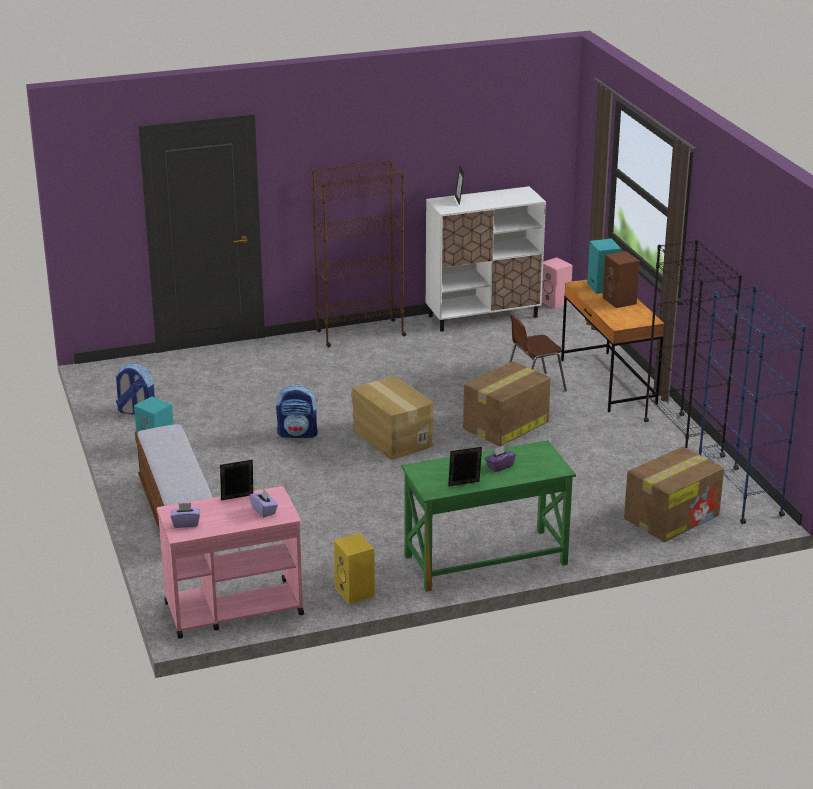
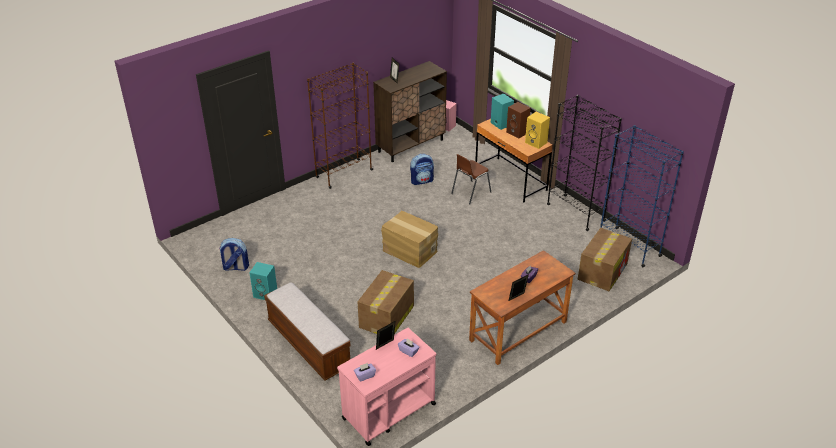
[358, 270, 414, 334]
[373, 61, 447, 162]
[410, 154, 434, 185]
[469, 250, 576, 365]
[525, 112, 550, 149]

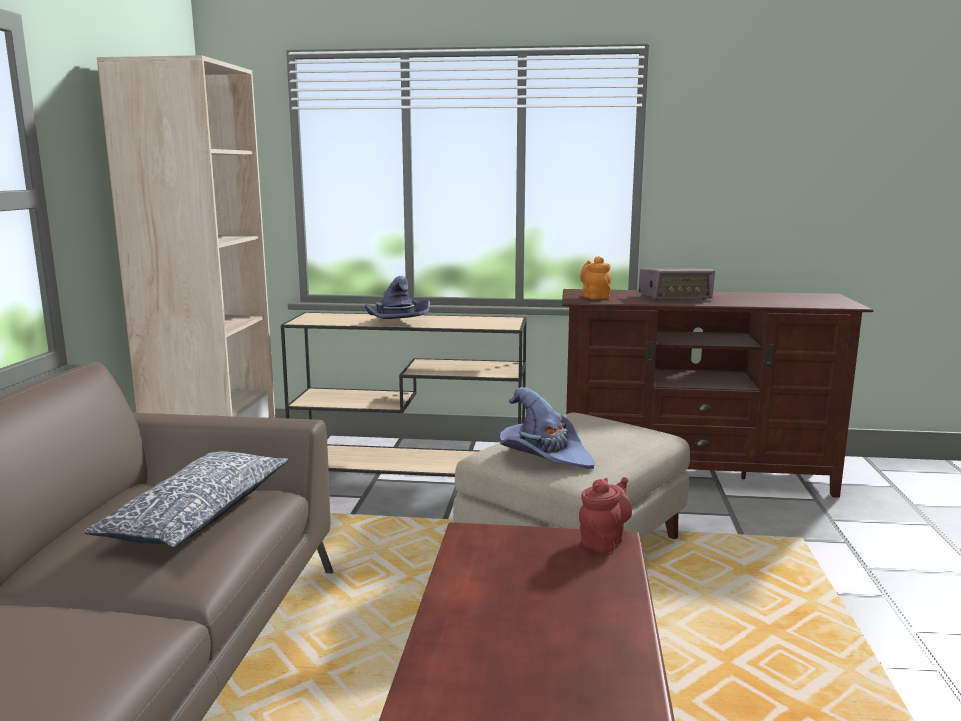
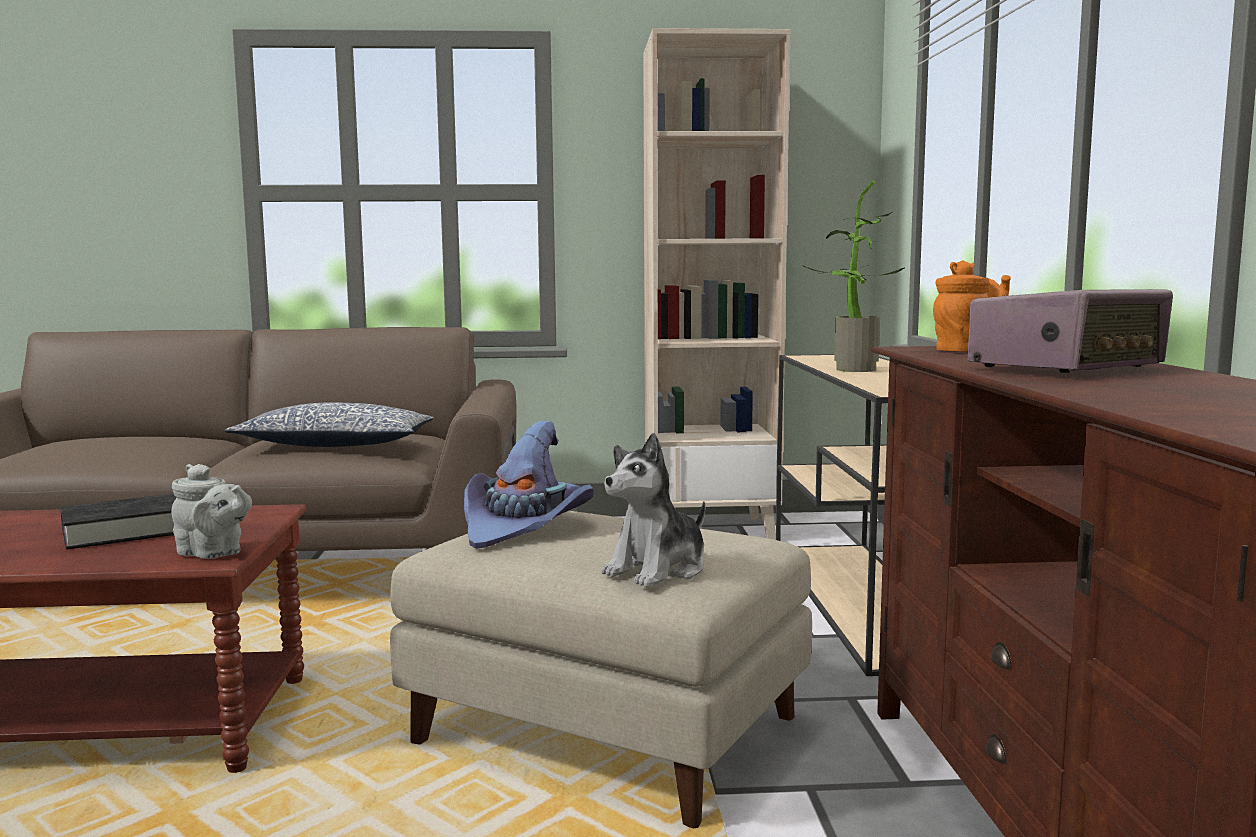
[60, 494, 176, 550]
[171, 464, 252, 559]
[601, 433, 705, 587]
[804, 180, 905, 372]
[967, 289, 1173, 373]

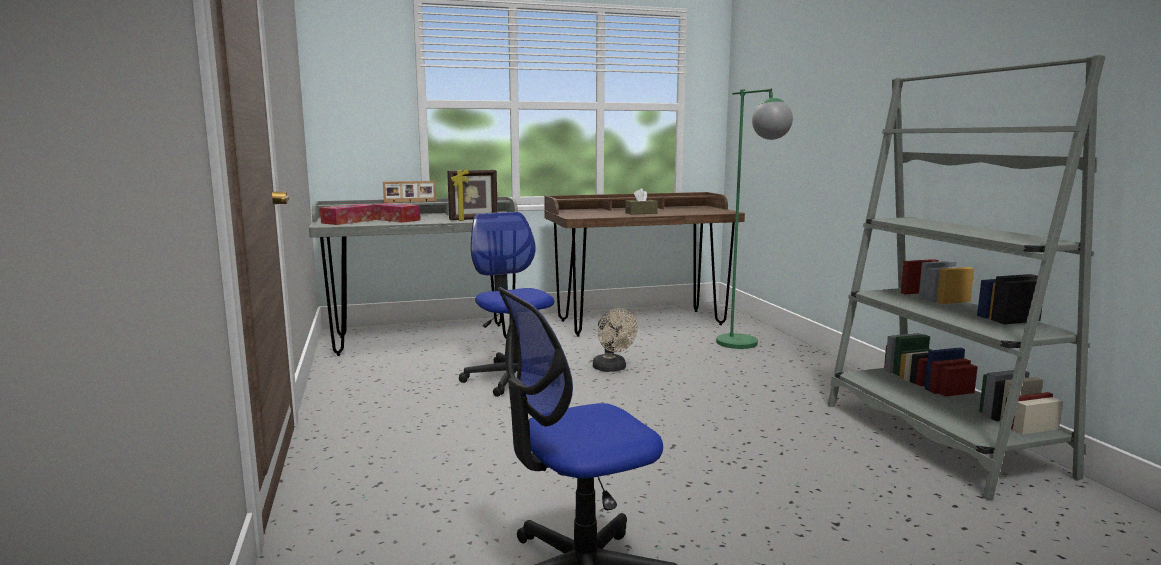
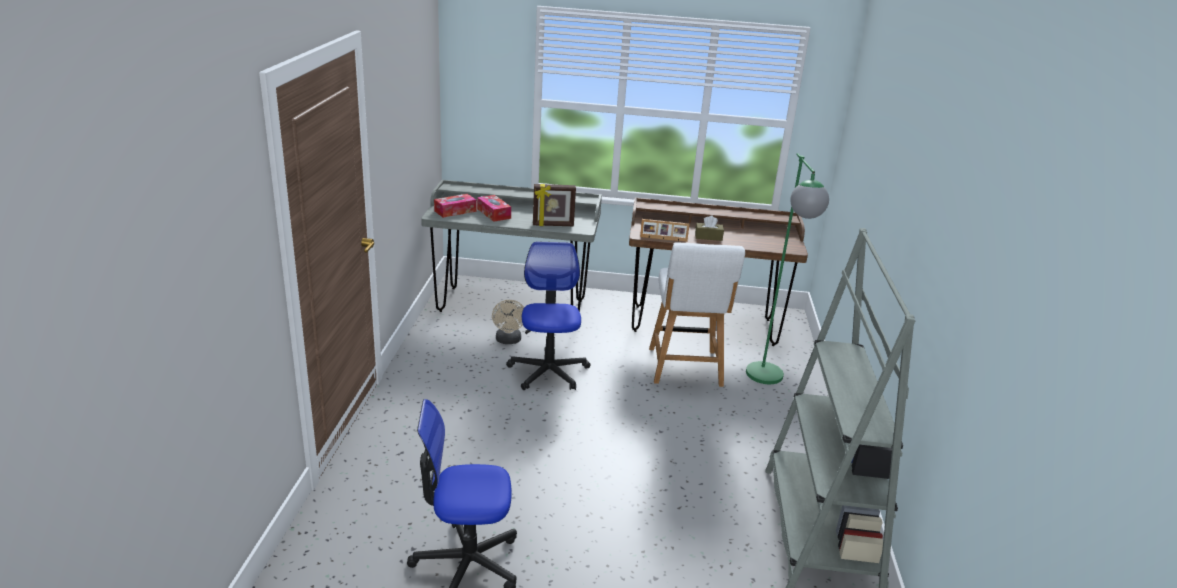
[492, 300, 524, 344]
[640, 219, 689, 242]
[649, 242, 745, 387]

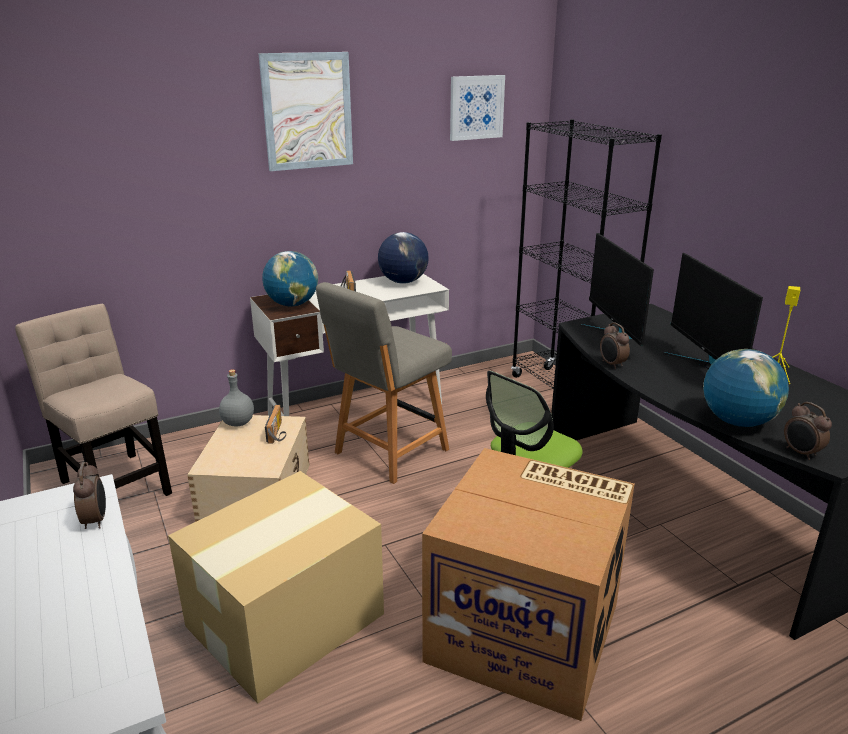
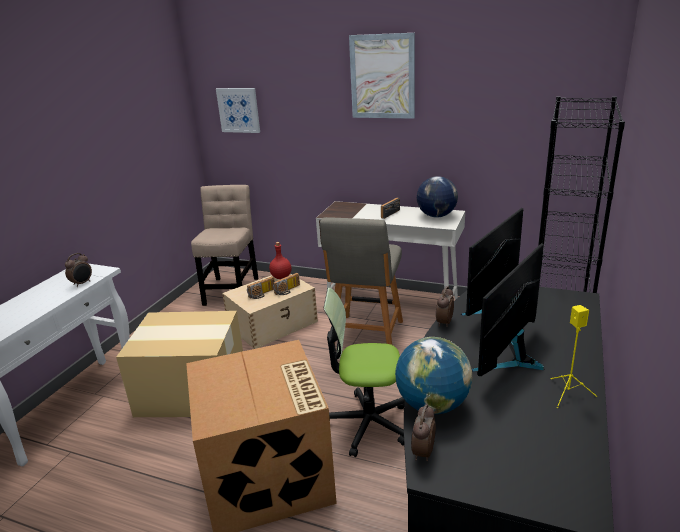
[216, 88, 260, 133]
[247, 277, 275, 299]
[269, 242, 291, 279]
[320, 217, 403, 345]
[262, 251, 318, 306] (first image)

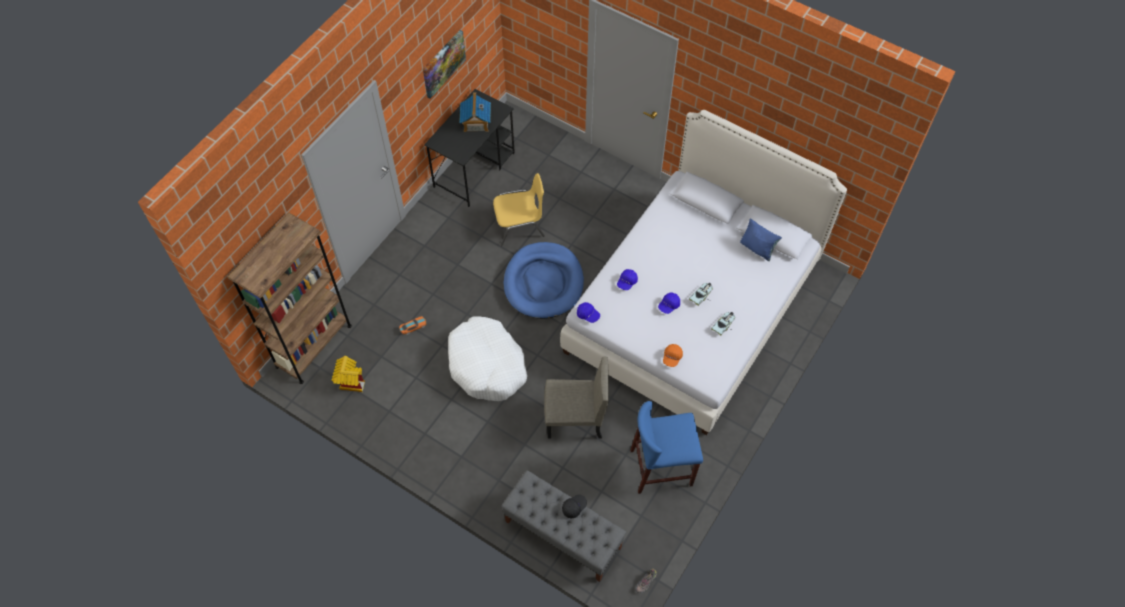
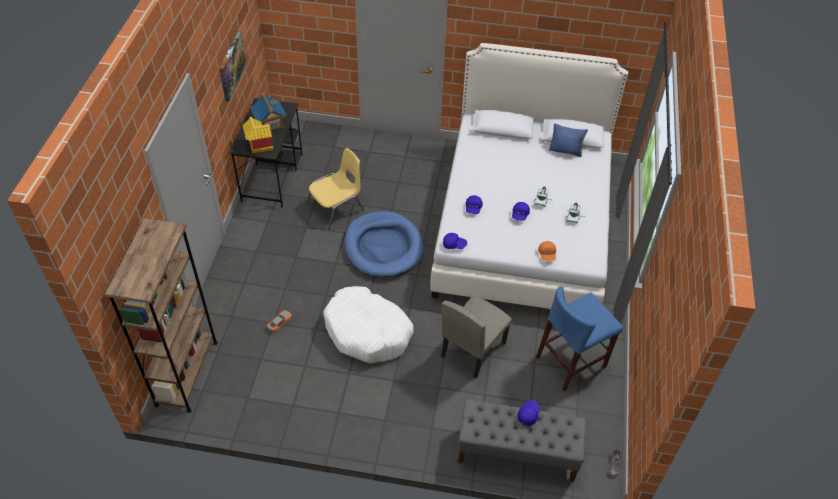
[242, 117, 274, 154]
[441, 296, 512, 379]
[517, 400, 540, 426]

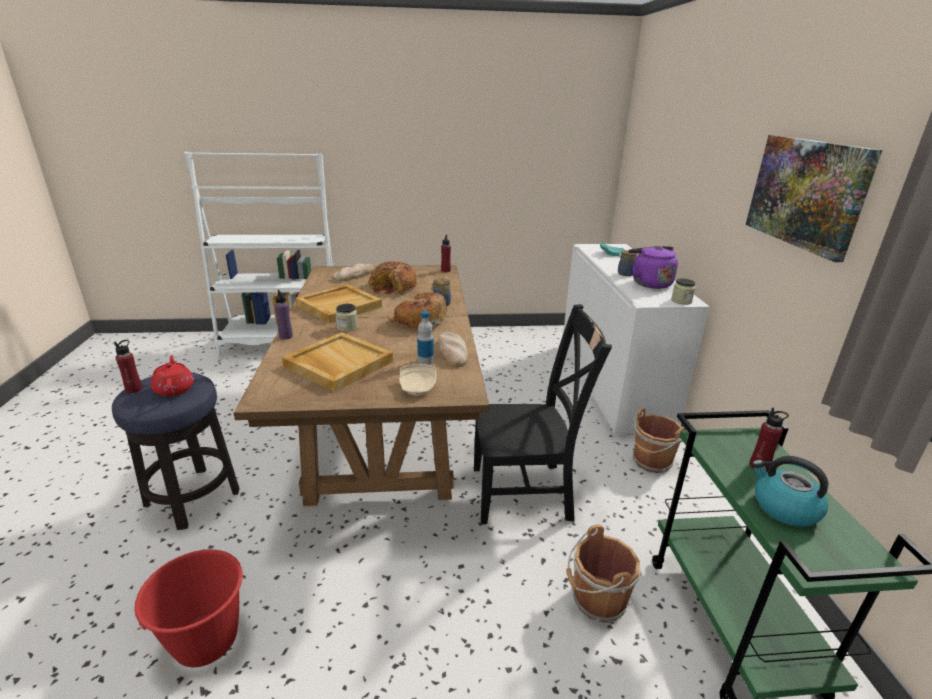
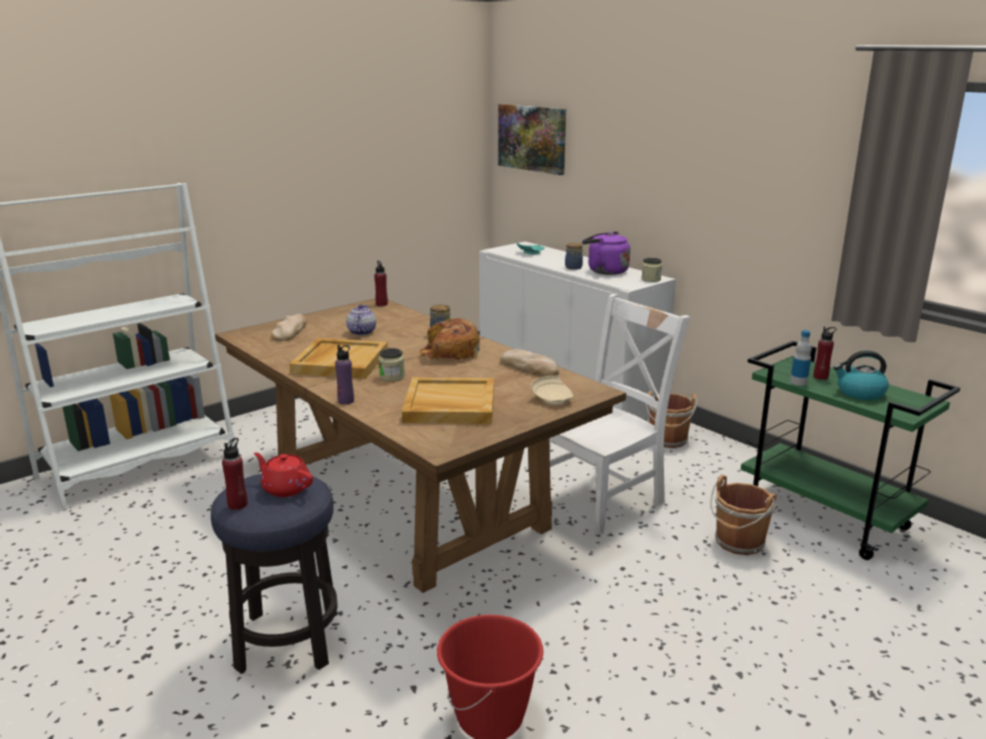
[346, 304, 376, 335]
[498, 104, 566, 175]
[549, 294, 690, 535]
[790, 330, 812, 386]

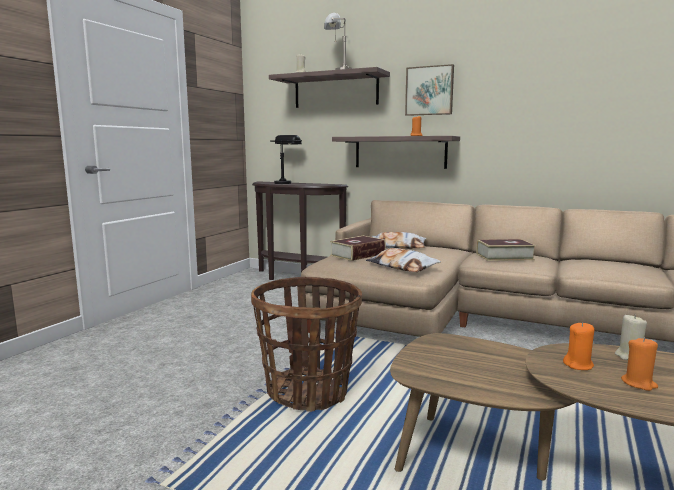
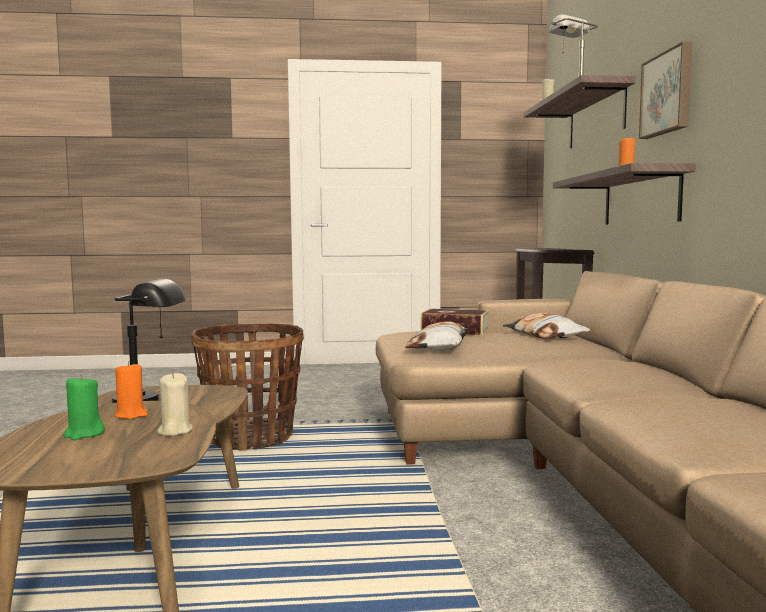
[63, 375, 105, 440]
[112, 279, 186, 403]
[476, 239, 536, 261] (first image)

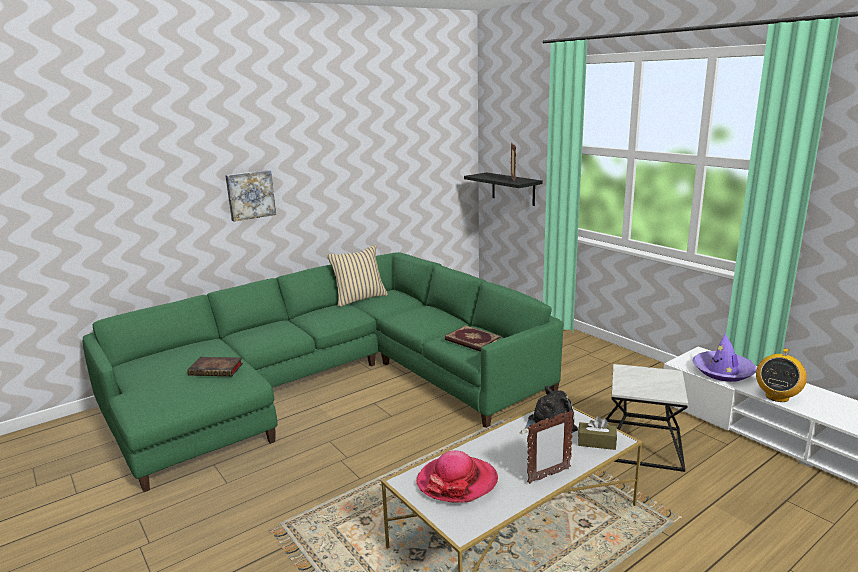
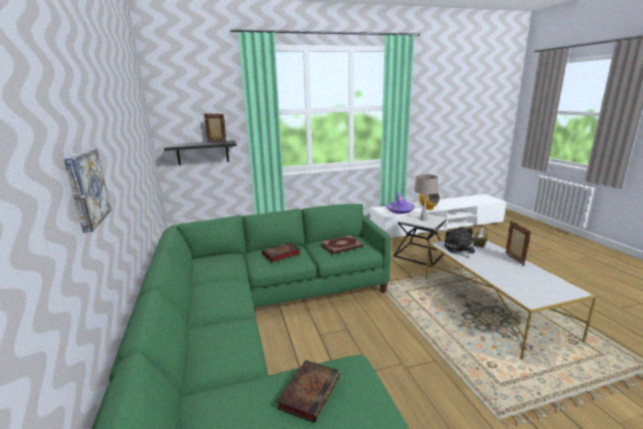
[262, 242, 301, 262]
[414, 174, 438, 221]
[326, 245, 388, 307] (first image)
[416, 450, 498, 503] (first image)

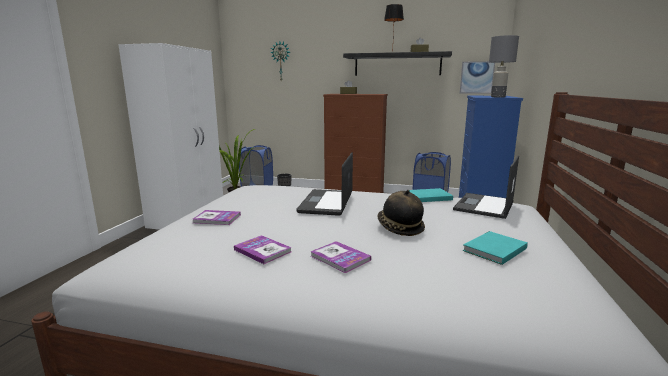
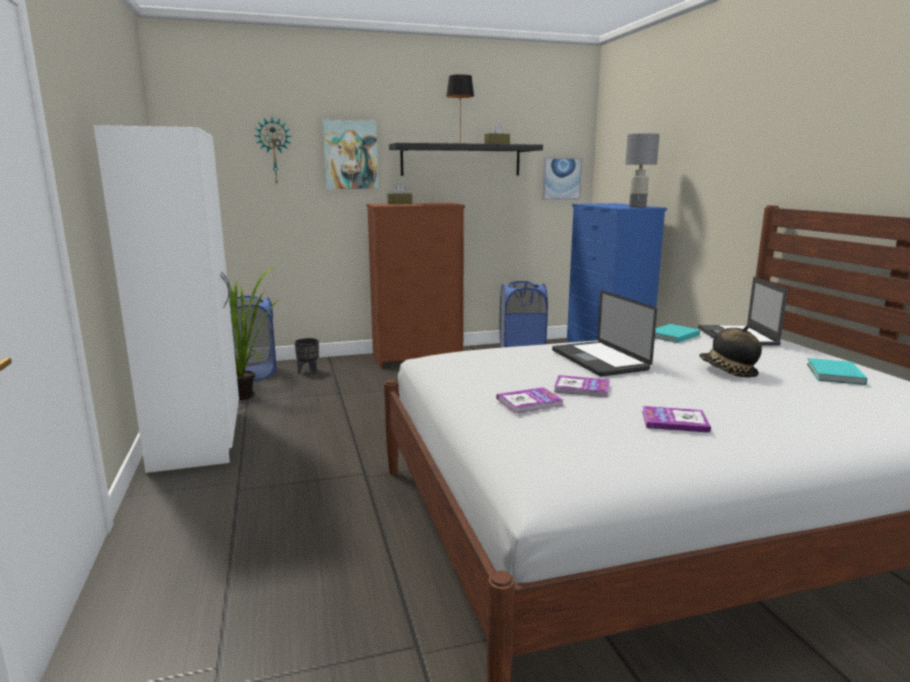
[322, 120, 379, 189]
[554, 375, 609, 397]

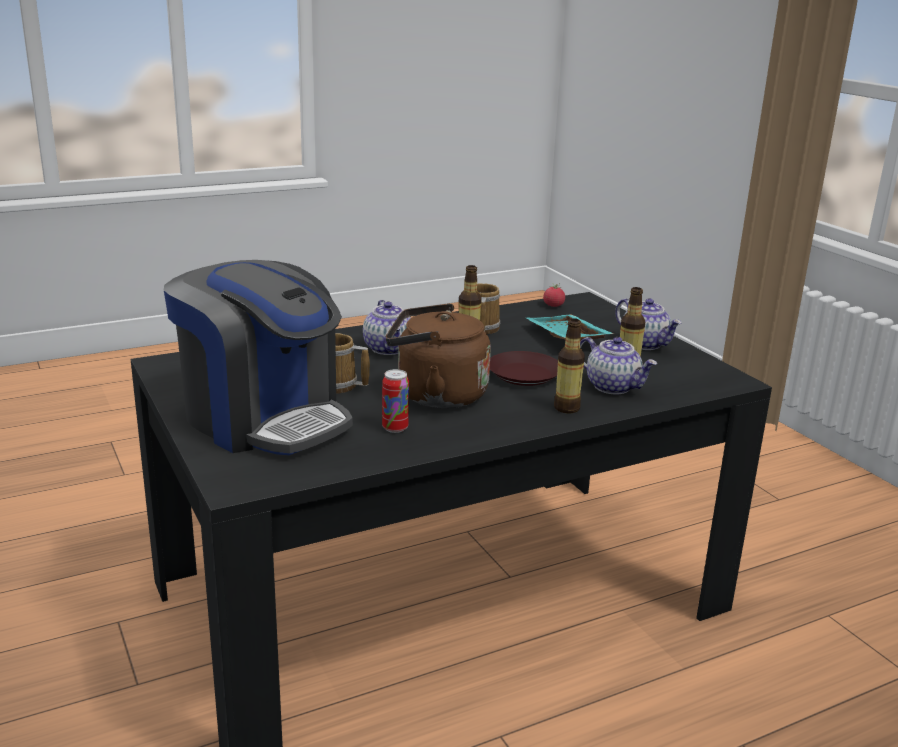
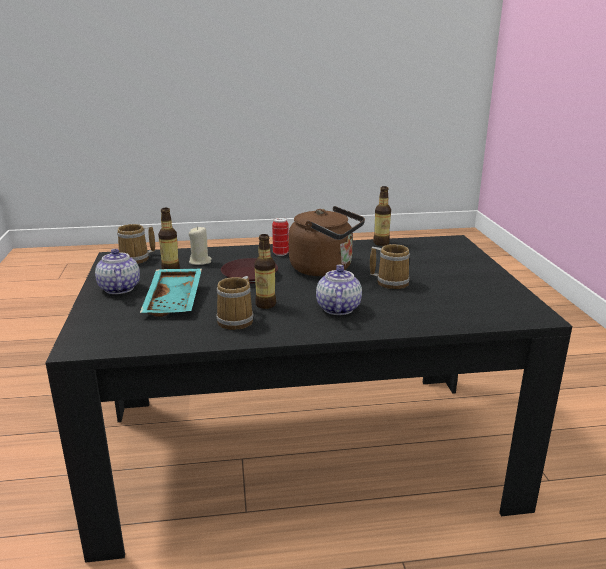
[117, 224, 155, 264]
[189, 226, 212, 265]
[272, 217, 289, 256]
[373, 186, 391, 246]
[164, 260, 353, 455] (first image)
[543, 284, 565, 307] (first image)

